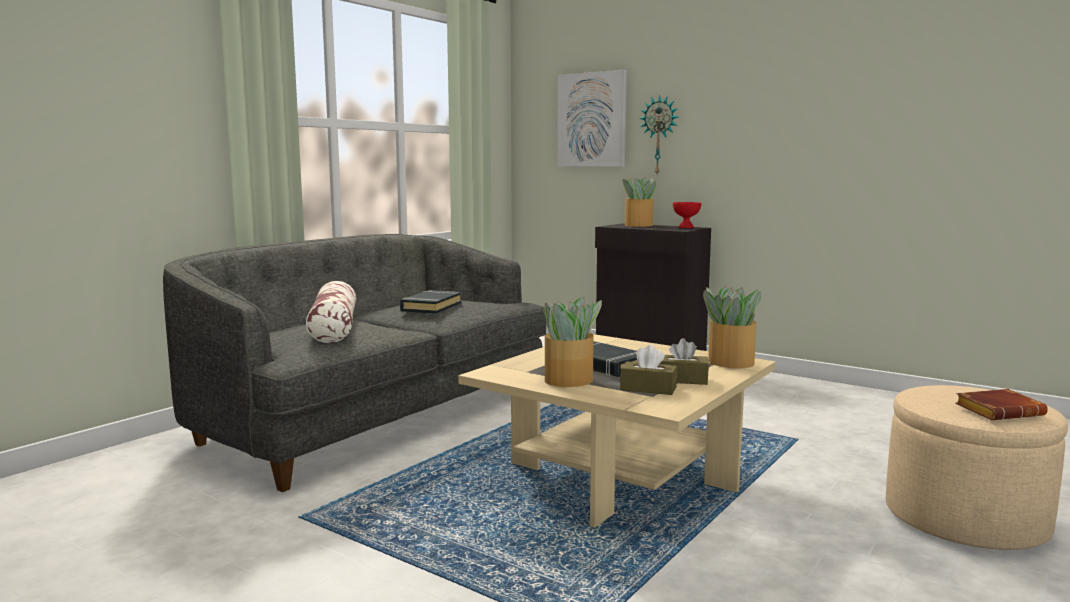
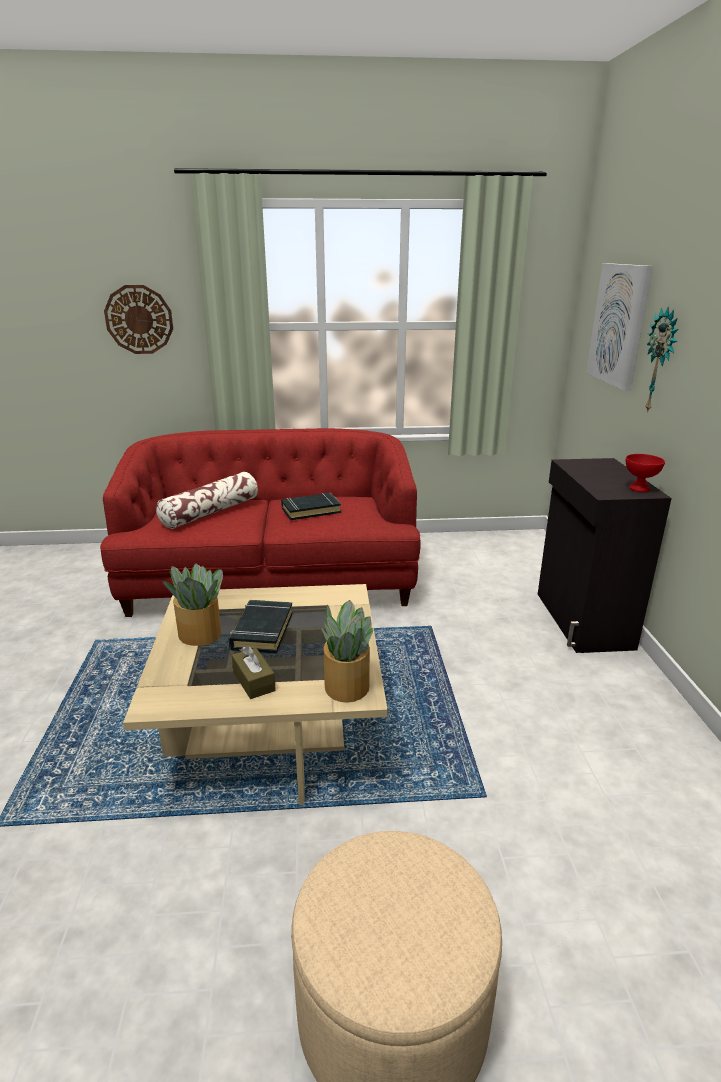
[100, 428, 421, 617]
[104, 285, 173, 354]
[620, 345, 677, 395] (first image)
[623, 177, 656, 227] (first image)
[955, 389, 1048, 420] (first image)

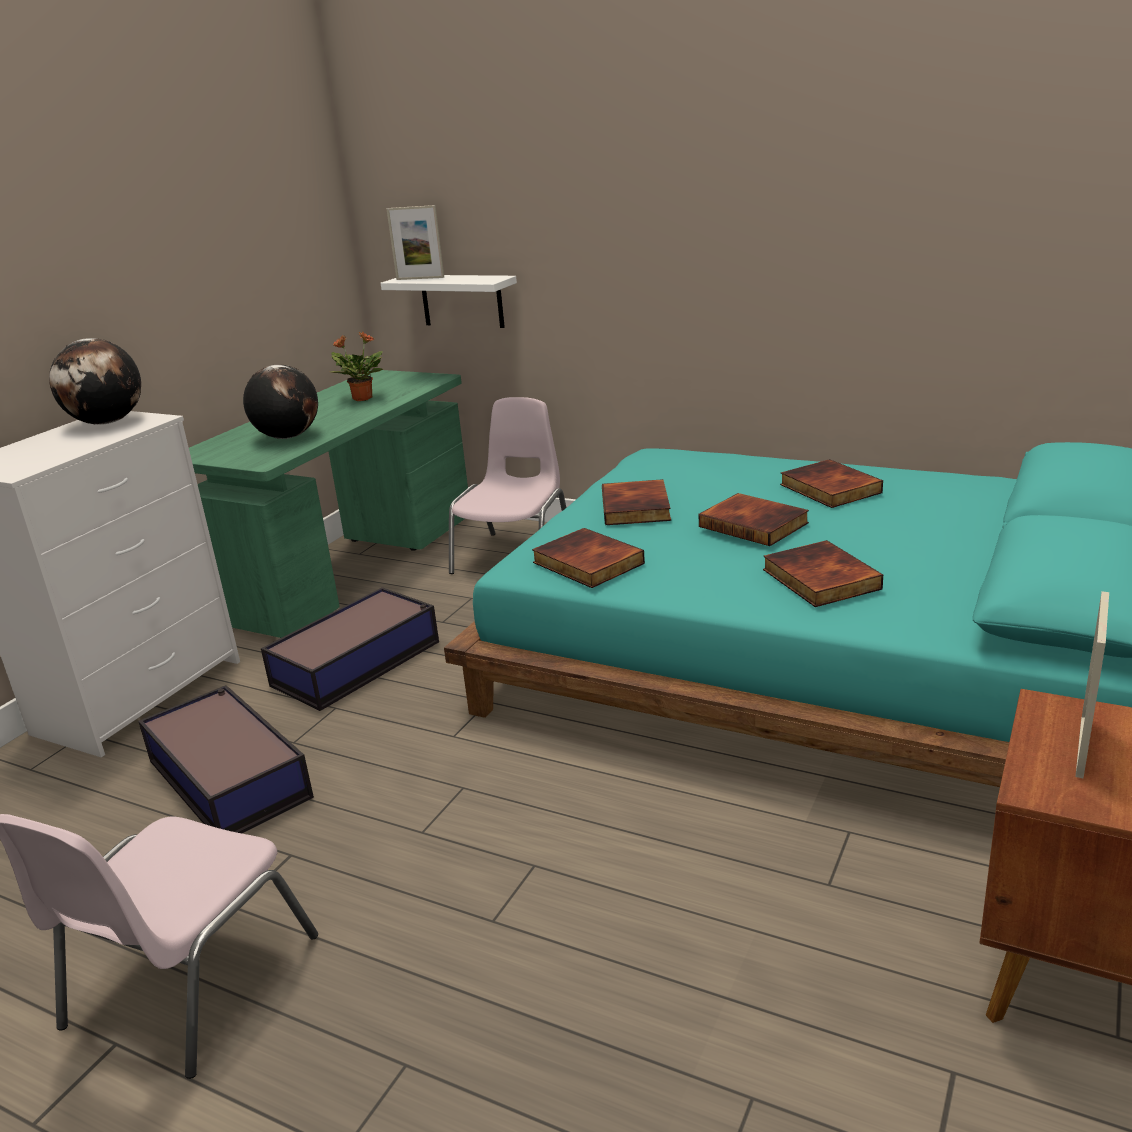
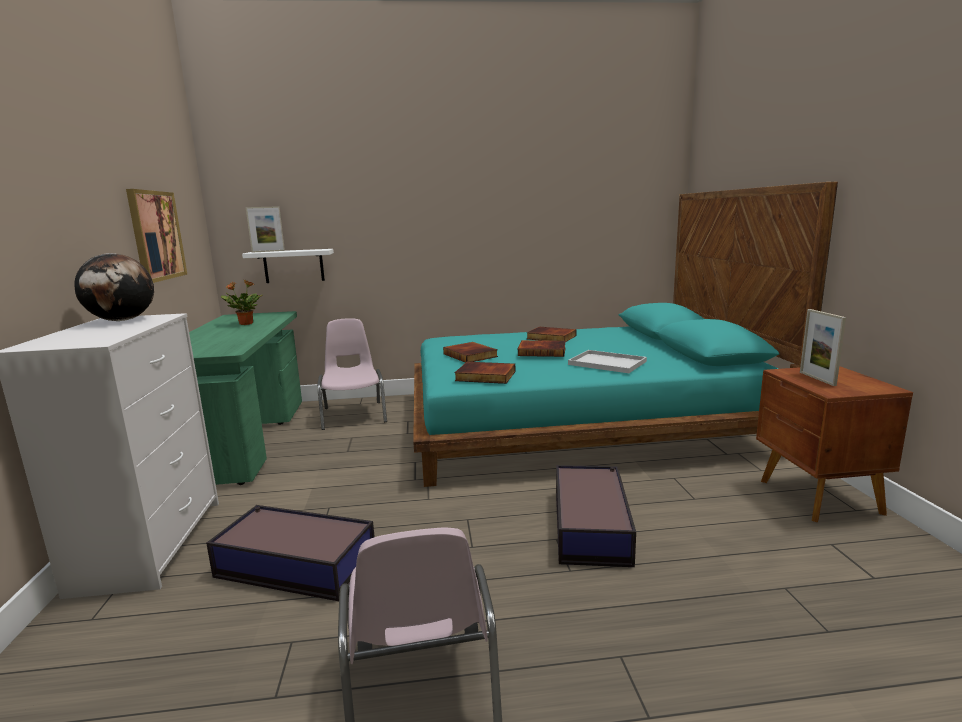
[126, 189, 187, 283]
[556, 465, 636, 567]
[568, 350, 647, 373]
[243, 365, 318, 439] (first image)

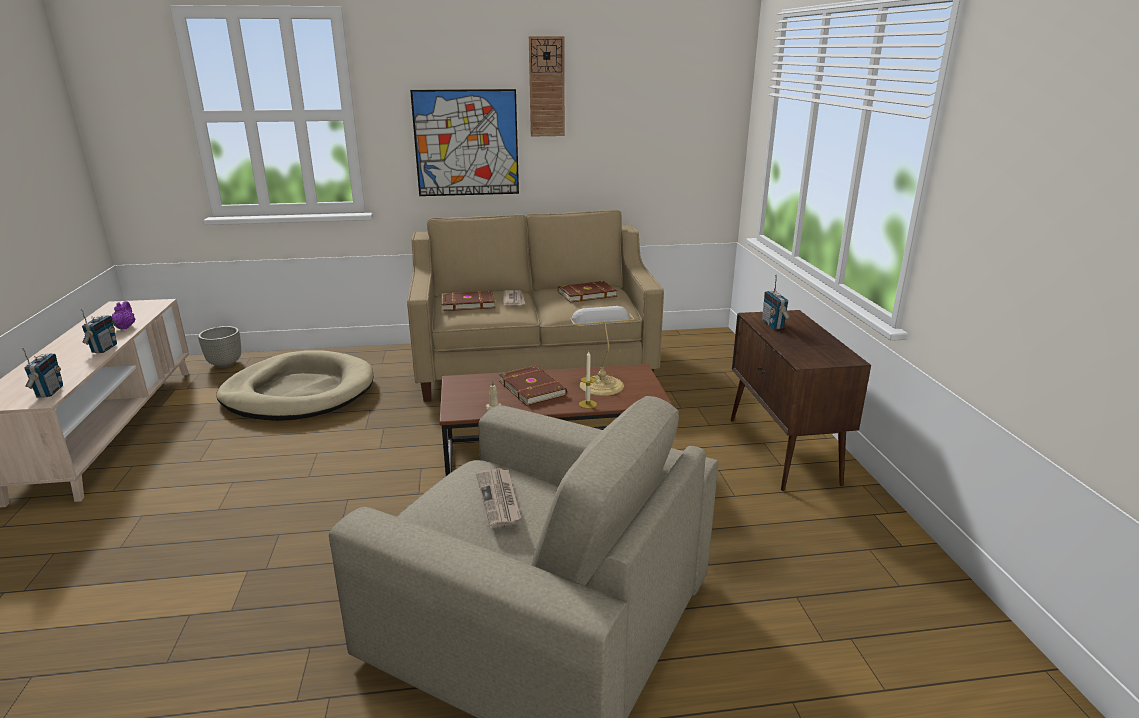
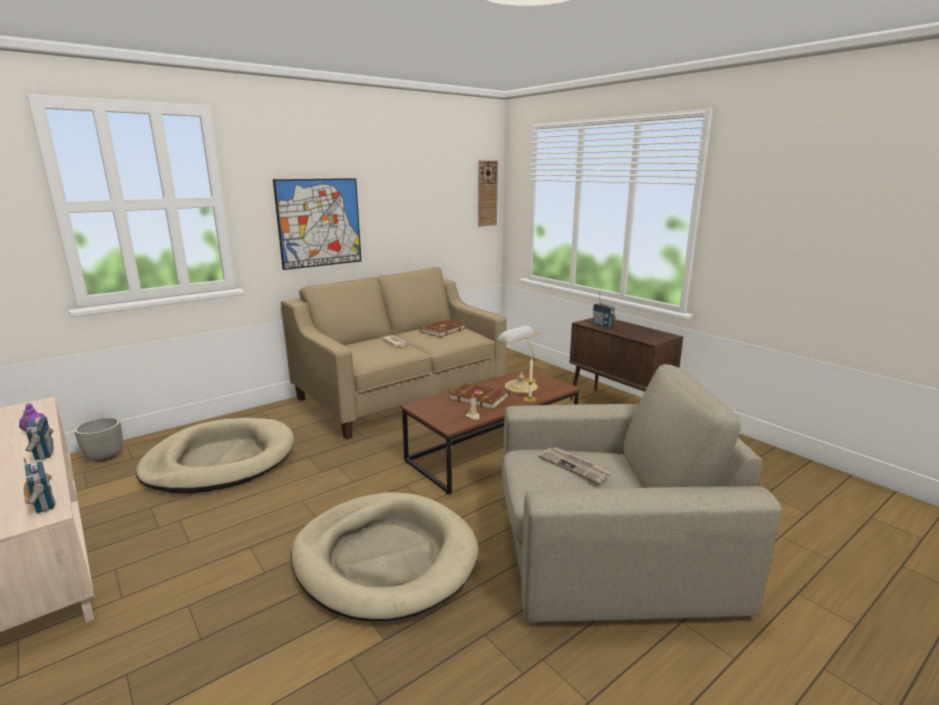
[291, 492, 478, 621]
[478, 160, 498, 227]
[441, 291, 495, 311] (first image)

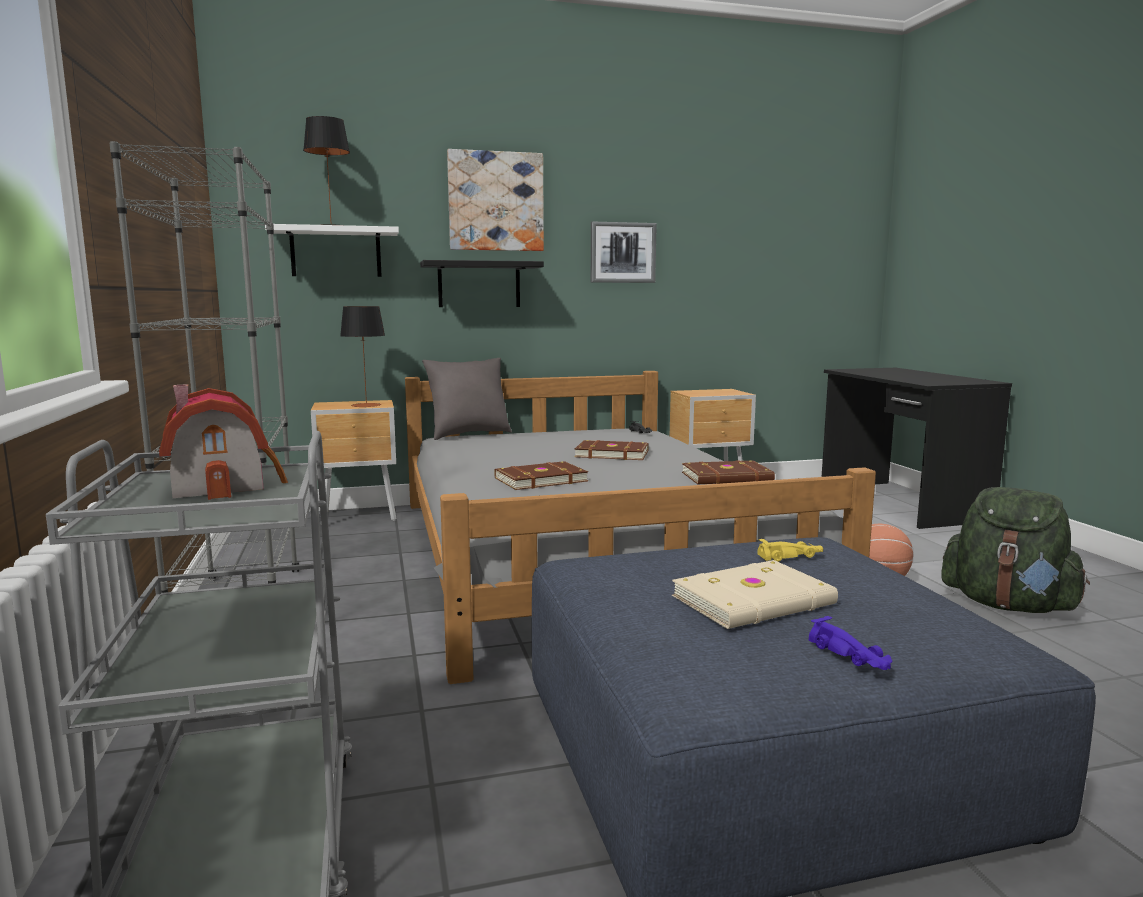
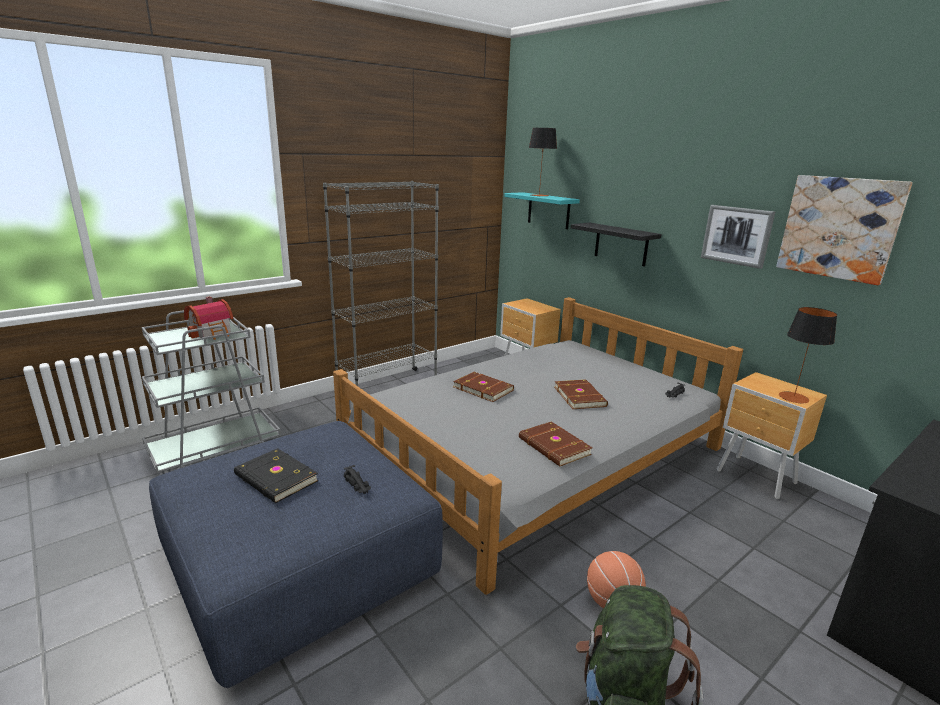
[234, 448, 318, 503]
[344, 465, 371, 494]
[504, 192, 580, 229]
[776, 175, 913, 285]
[779, 307, 837, 403]
[422, 358, 512, 440] (first image)
[809, 616, 892, 670] (first image)

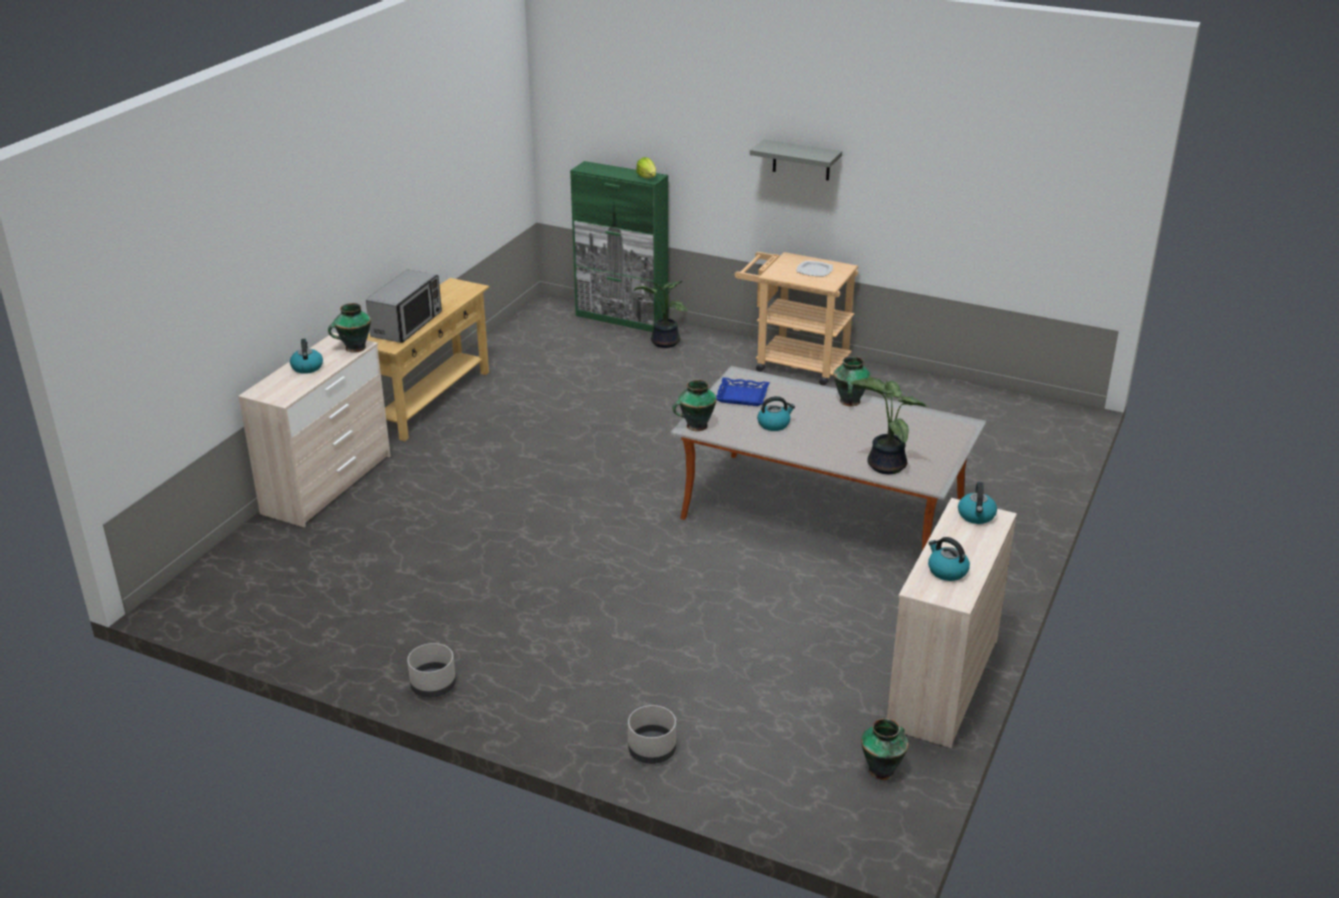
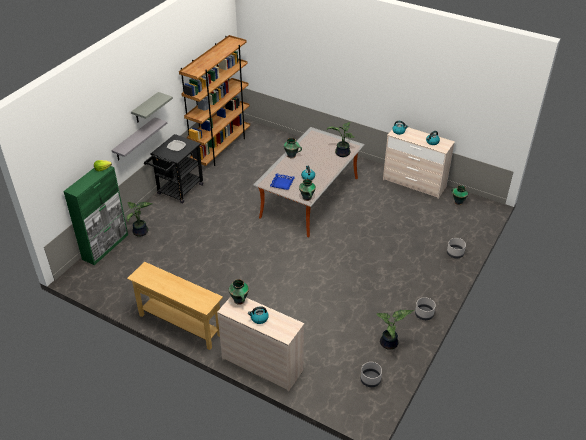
[111, 117, 167, 161]
[144, 134, 203, 204]
[179, 35, 250, 166]
[361, 362, 382, 387]
[376, 310, 414, 350]
[366, 269, 442, 343] (first image)

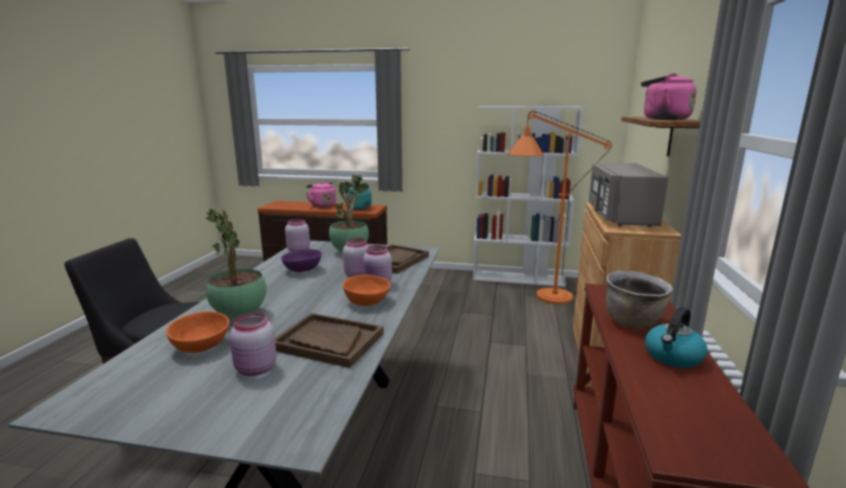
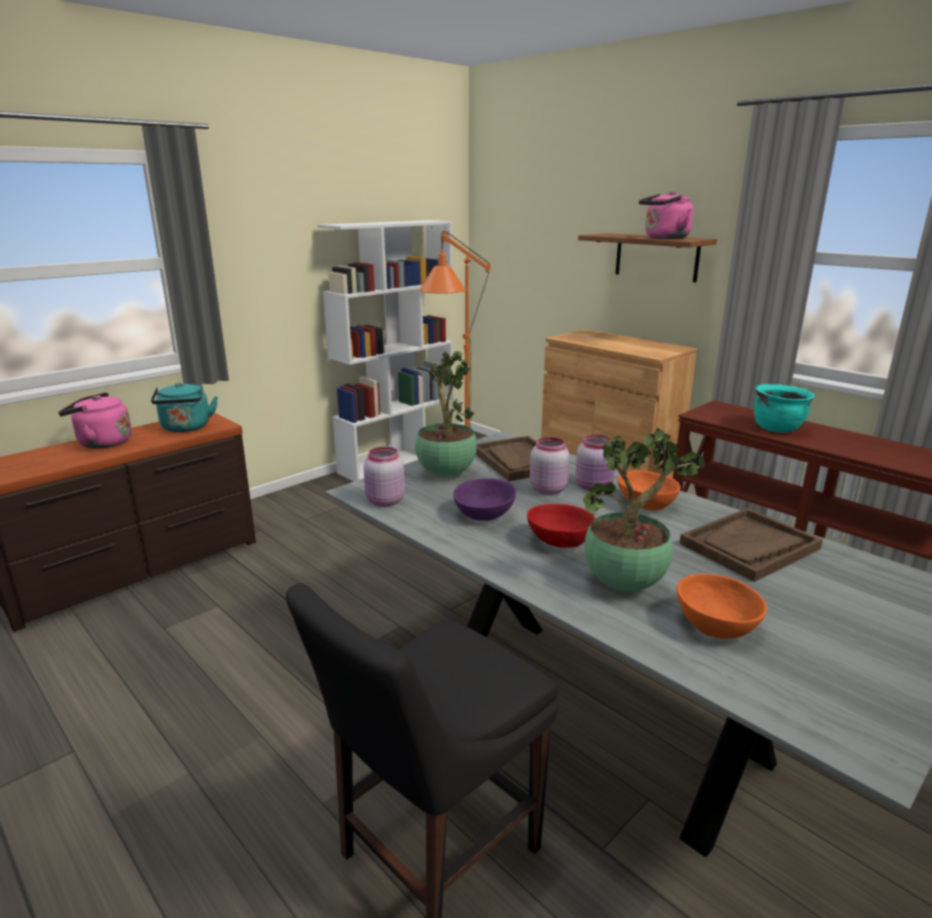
[527, 504, 595, 548]
[754, 384, 815, 433]
[230, 313, 276, 376] (first image)
[589, 163, 668, 227] (first image)
[645, 307, 708, 368] (first image)

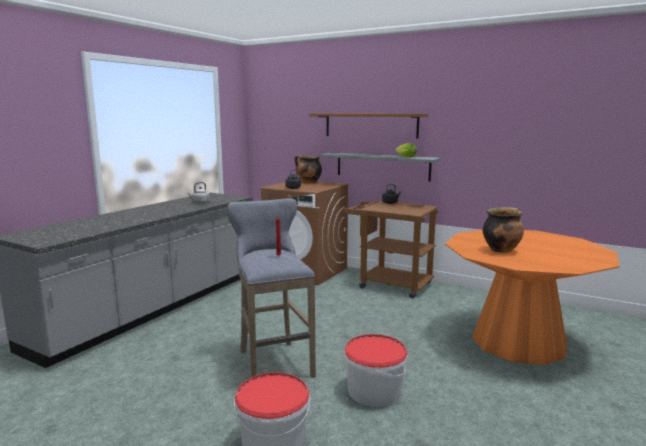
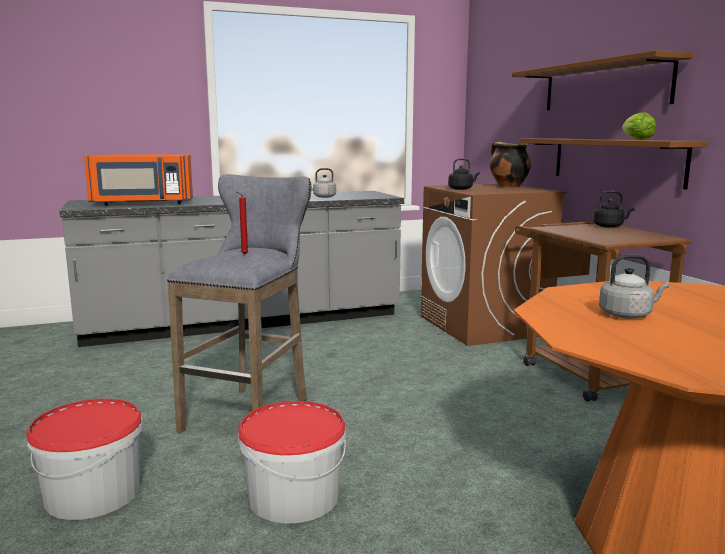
[84, 154, 193, 206]
[521, 138, 708, 190]
[599, 254, 670, 319]

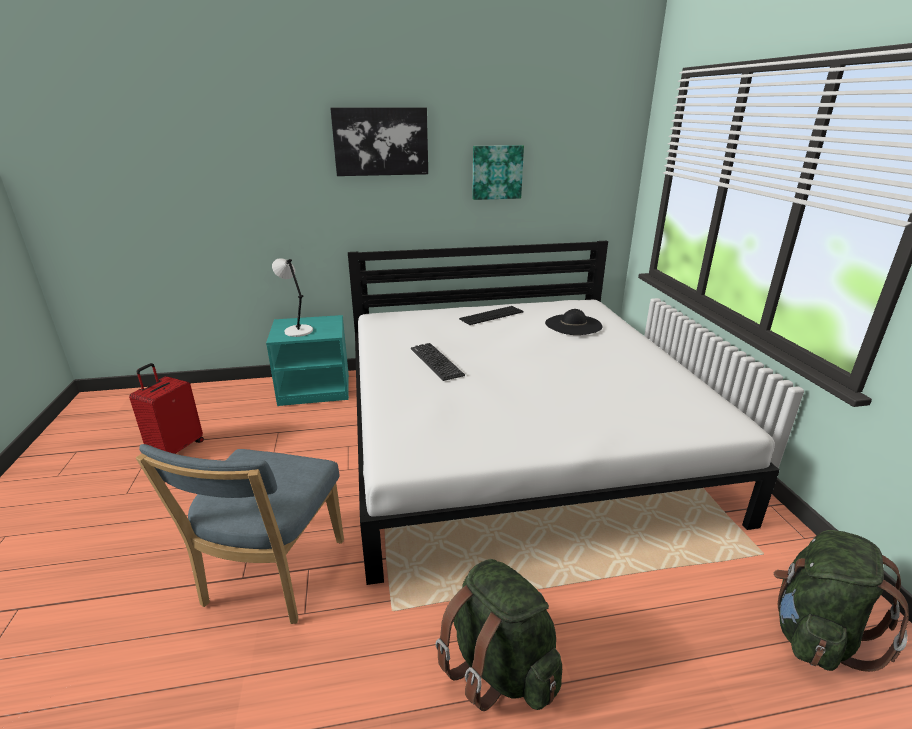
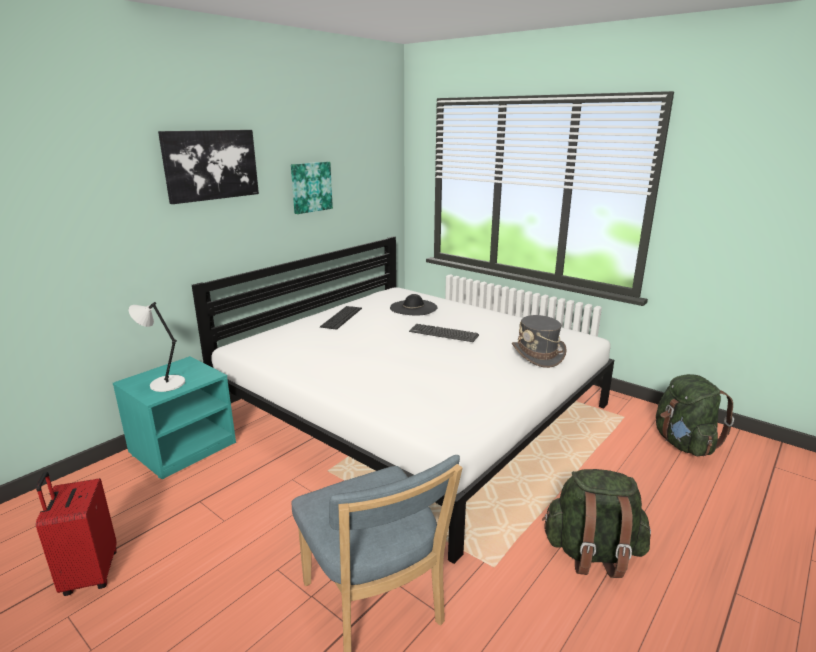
[409, 324, 479, 342]
[512, 315, 567, 368]

